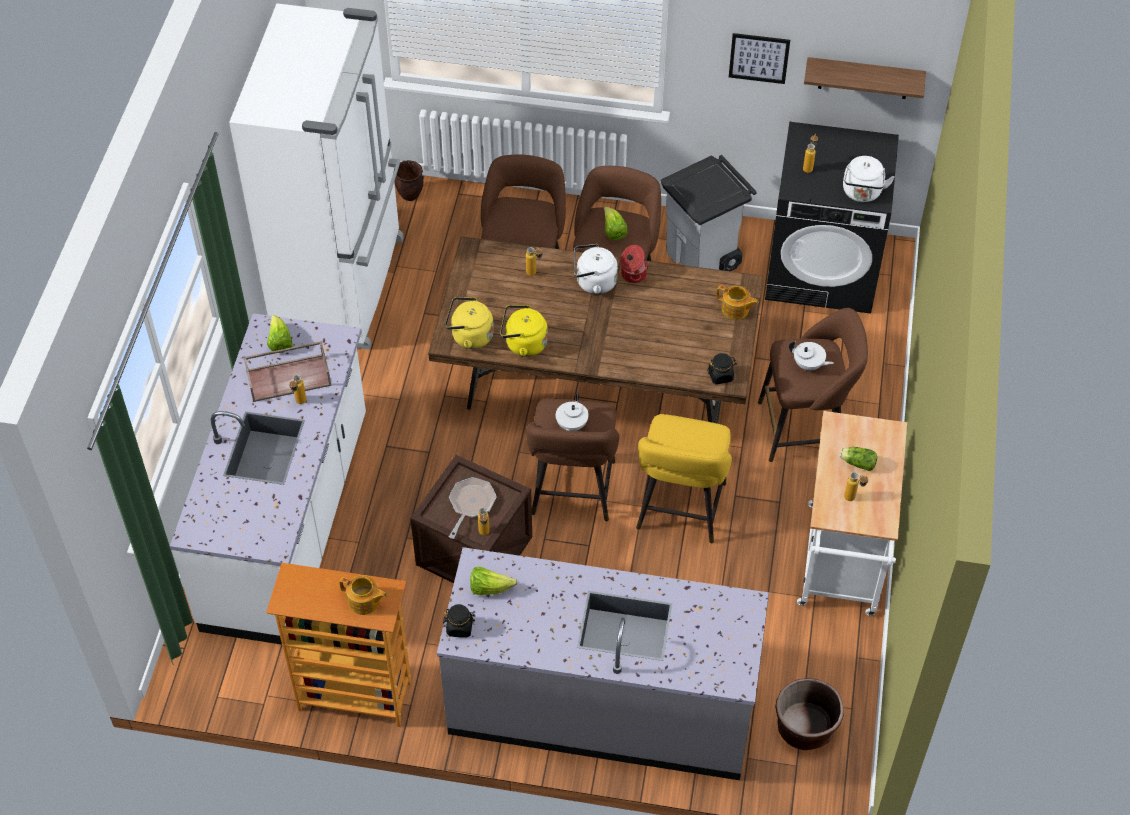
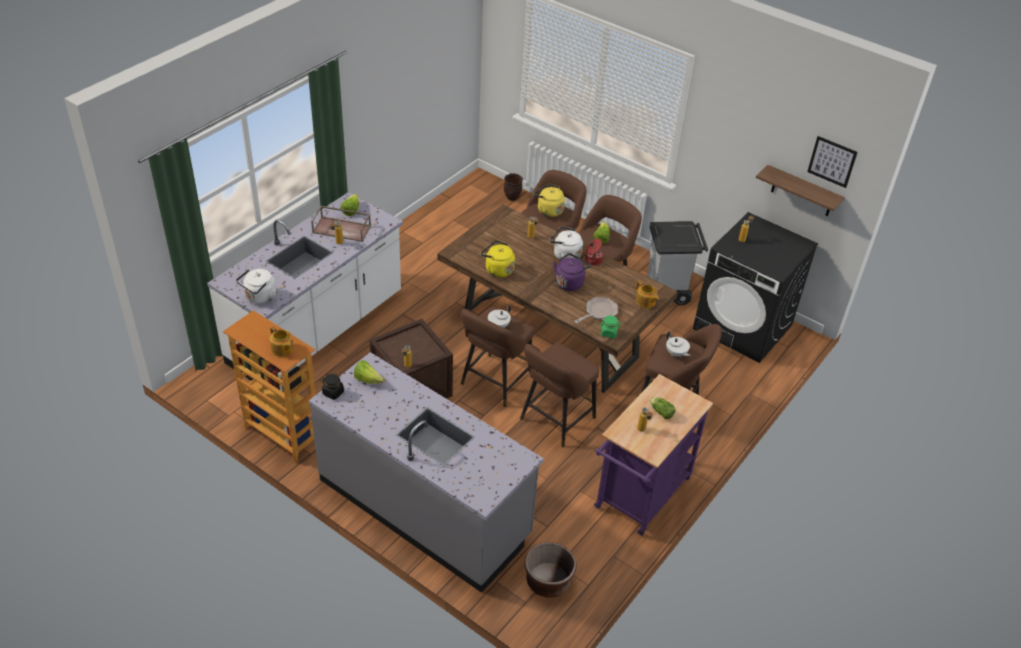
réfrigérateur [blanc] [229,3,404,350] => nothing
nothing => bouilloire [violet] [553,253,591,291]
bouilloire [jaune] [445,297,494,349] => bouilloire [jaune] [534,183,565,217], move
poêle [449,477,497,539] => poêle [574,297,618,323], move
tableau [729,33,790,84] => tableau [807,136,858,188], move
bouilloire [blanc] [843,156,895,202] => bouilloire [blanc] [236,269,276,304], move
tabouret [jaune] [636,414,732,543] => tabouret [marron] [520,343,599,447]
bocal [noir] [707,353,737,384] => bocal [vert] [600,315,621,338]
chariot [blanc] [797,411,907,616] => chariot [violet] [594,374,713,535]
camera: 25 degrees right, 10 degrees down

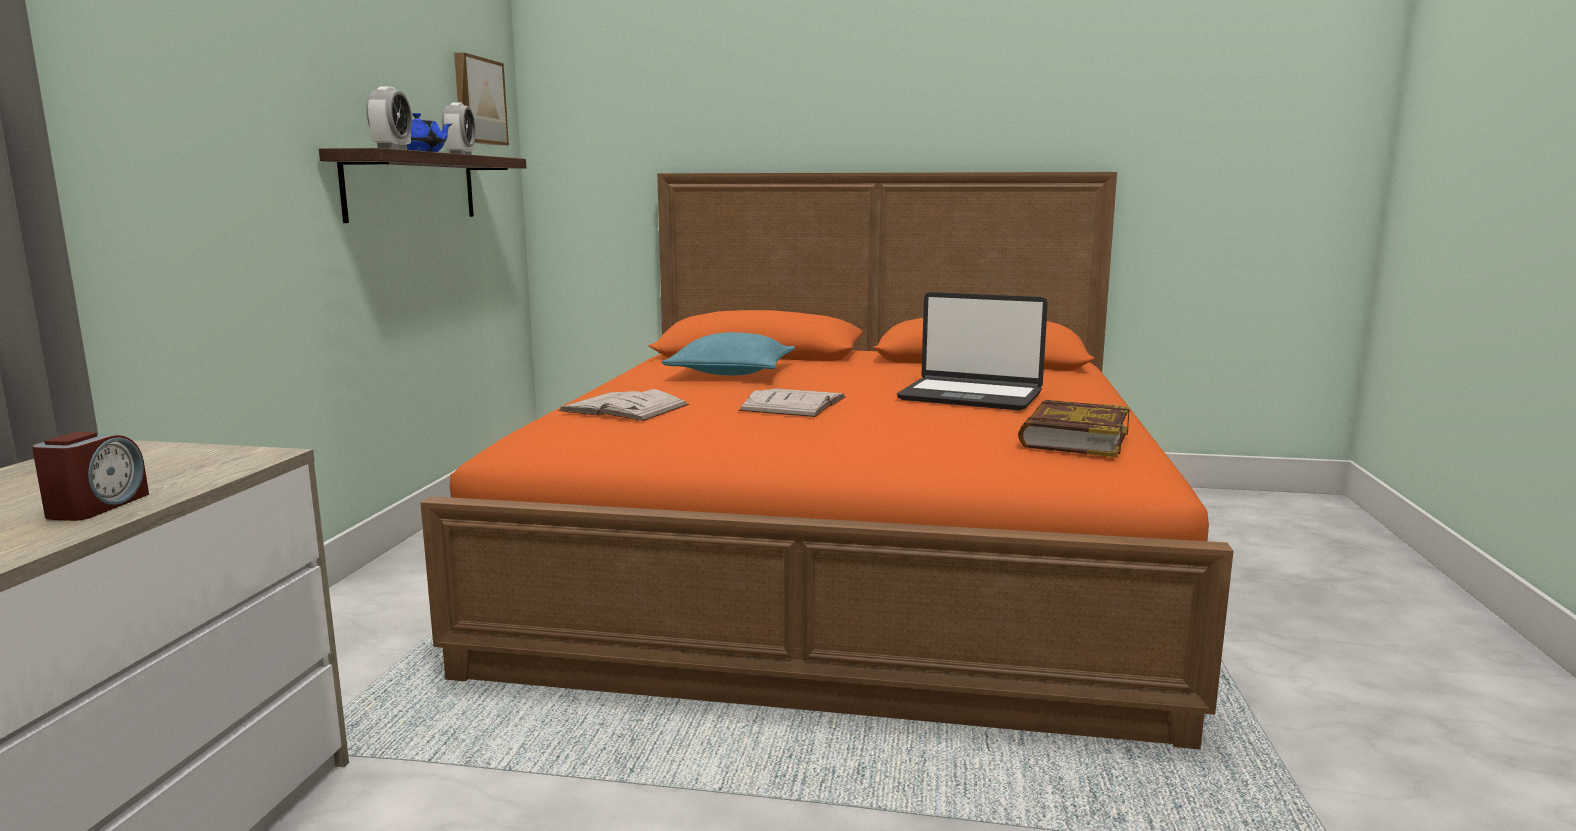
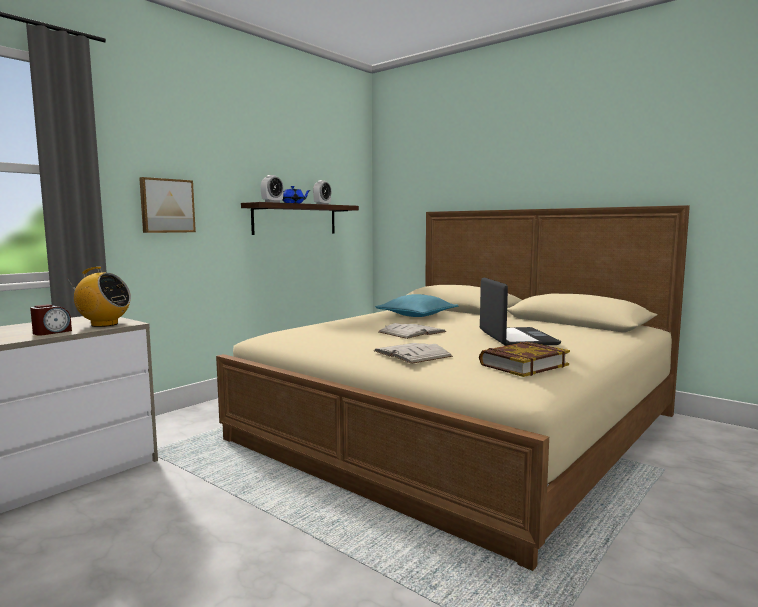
nothing => radio [67,267,131,327]
tableau [454,52,509,146] => tableau [139,177,196,233], move
livre [blanc] [558,389,689,421] => livre [blanc] [374,343,453,364], move
lit [orange] [420,172,1234,749] => lit [beige] [216,205,690,571]
ordinateur portable [897,292,1048,411] => ordinateur portable [480,277,561,346], 150 degrees counterclockwise
camera: 30 degrees right, 5 degrees down

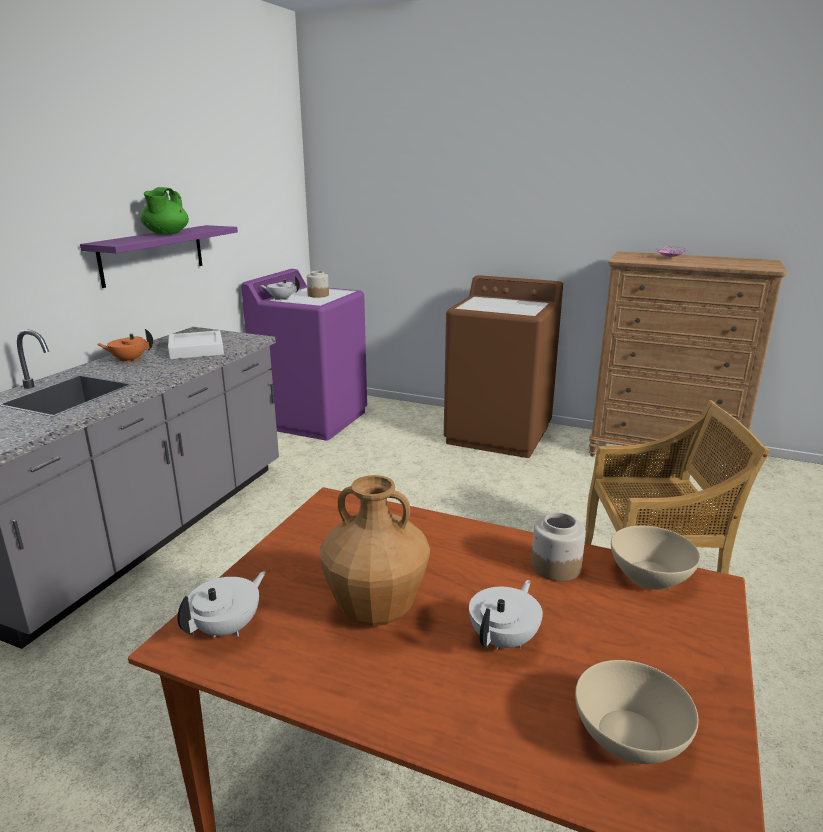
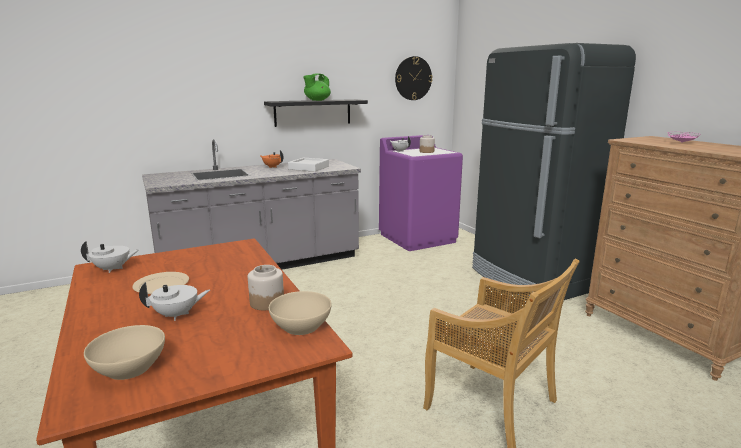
nothing => horloge murale [395,56,432,100]
vase [marron] [320,475,430,626] => assiette [beige] [132,272,189,294]
lave-linge [marron] [444,275,563,458] => réfrigérateur [noir] [472,43,636,300]
étagère [violet] [80,225,238,288] => étagère [noir] [264,99,368,127]
camera: 40 degrees right, 5 degrees down

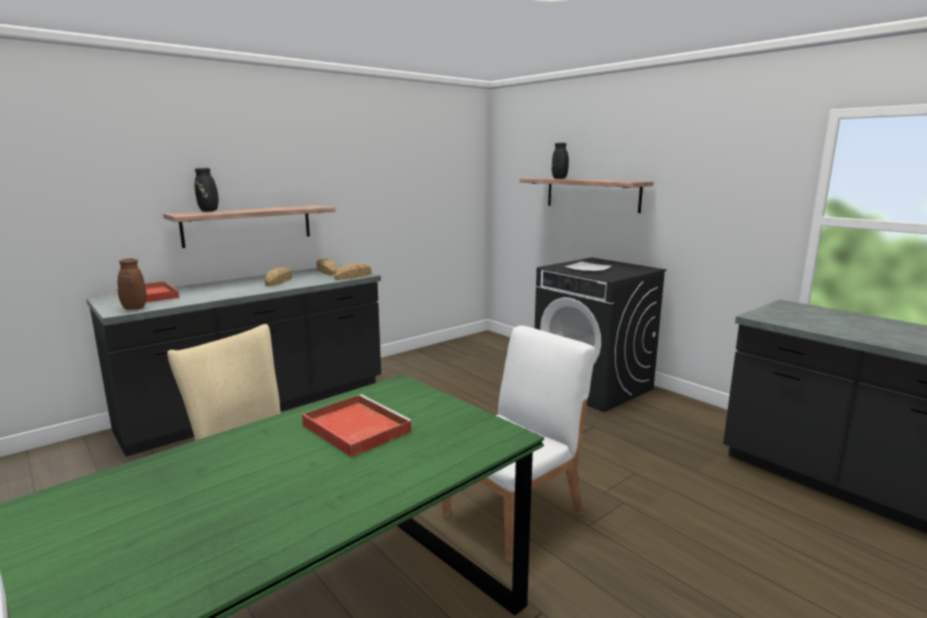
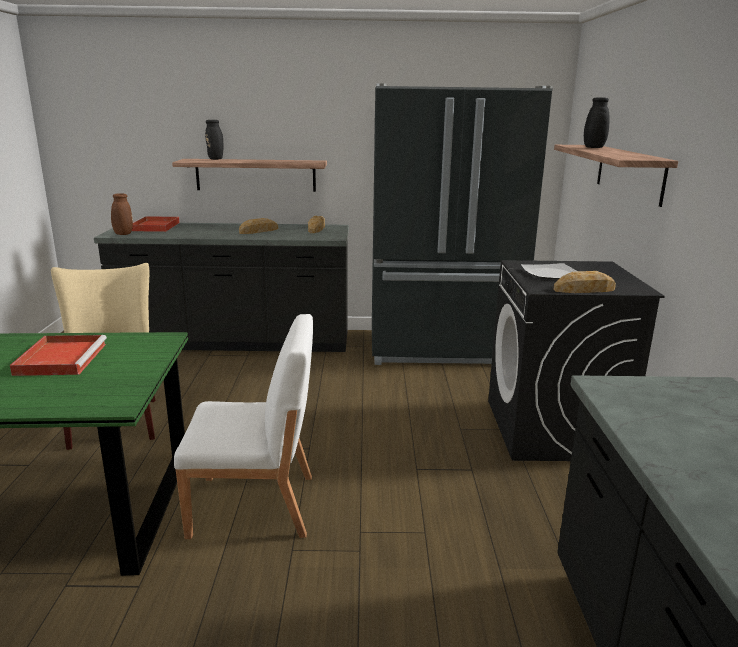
nothing => réfrigérateur [noir] [372,83,553,365]
pain [334,263,371,280] => pain [553,271,616,293], move
camera: 40 degrees right, 5 degrees up

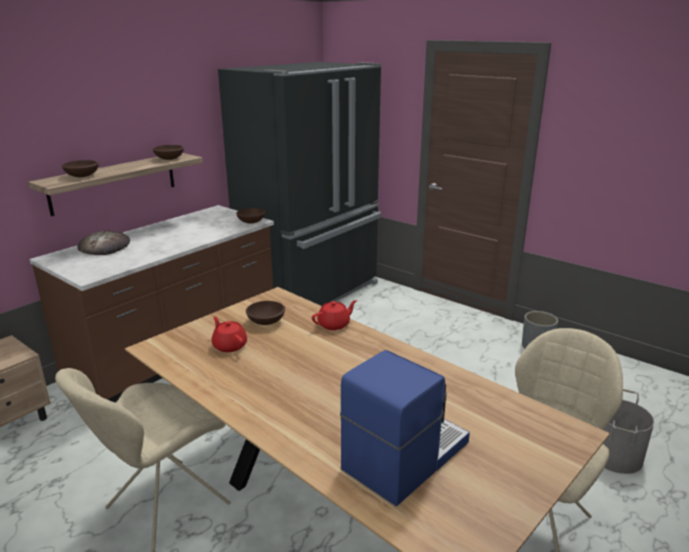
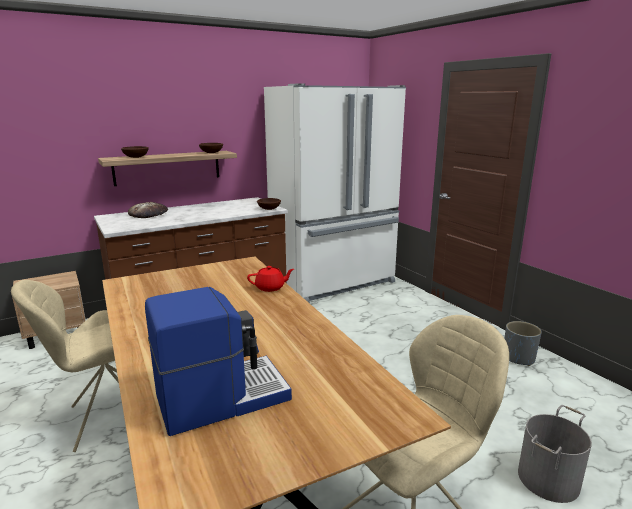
théière [rouge] [212,316,247,352] => nothing
bol [marron] [246,301,285,325] => nothing
réfrigérateur [noir] [218,62,382,306] => réfrigérateur [blanc] [264,83,406,303]
camera: 20 degrees right, 5 degrees down

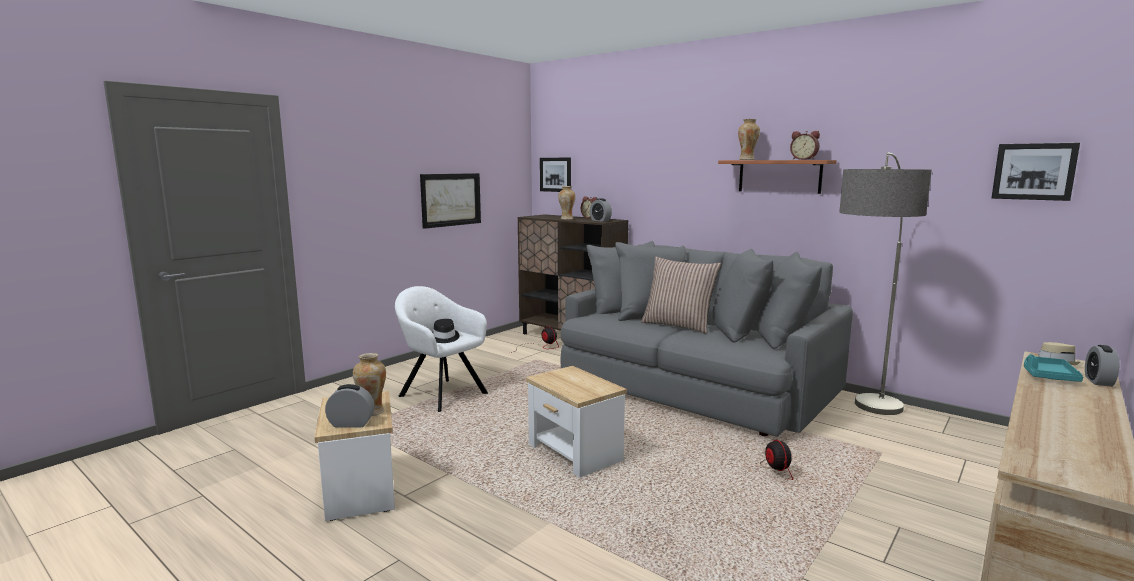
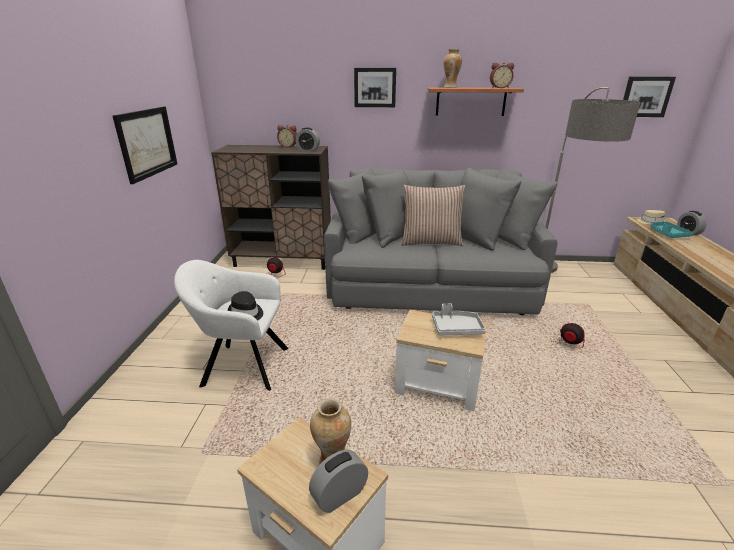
vase [558,186,576,220] => nothing
nothing => plateau [gris] [432,303,486,335]
tableau [540,158,571,192] => tableau [354,68,396,107], move
camera: 35 degrees left, 15 degrees up

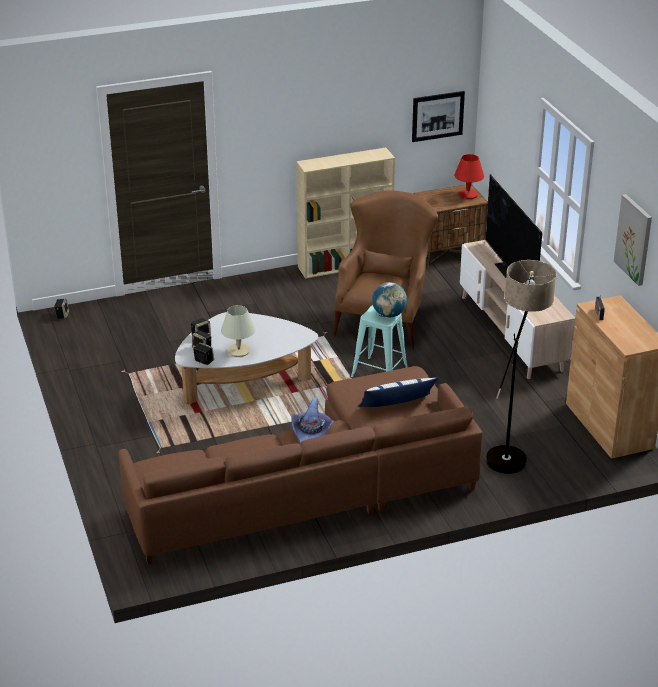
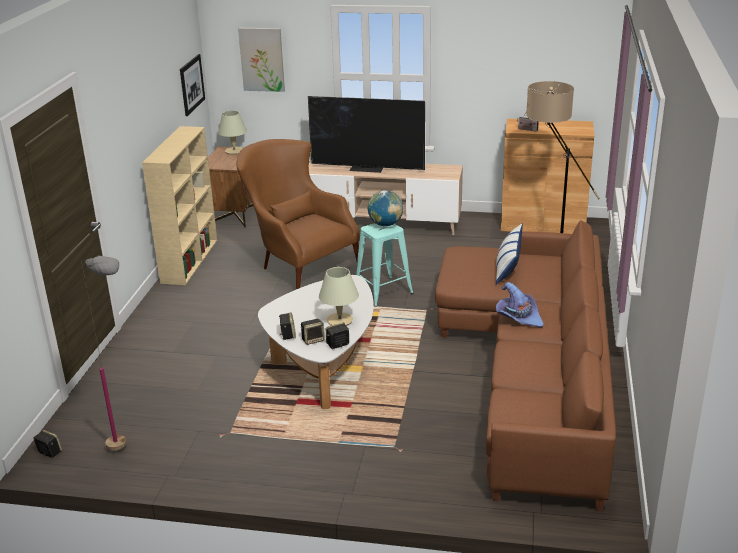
nothing => lampadaire [gris] [81,256,126,450]
tableau [614,194,652,286] => tableau [238,28,285,92], move
lampe de table [rouge] [454,154,484,199] => lampe de table [beige] [218,111,247,155]
camera: 60 degrees left, 5 degrees down

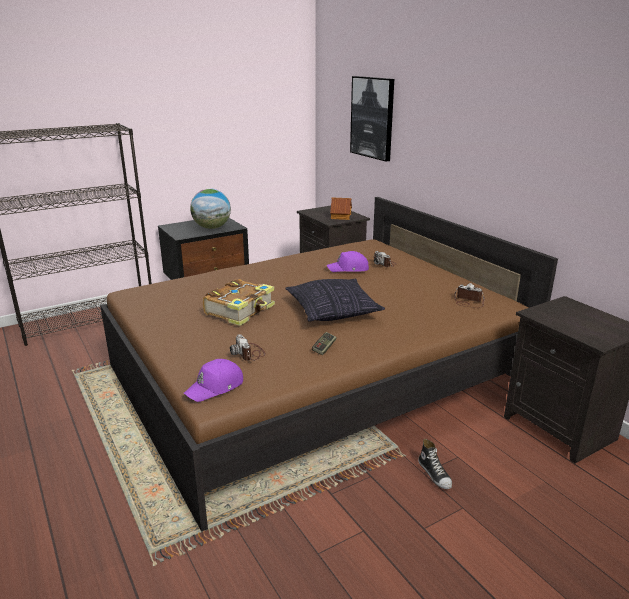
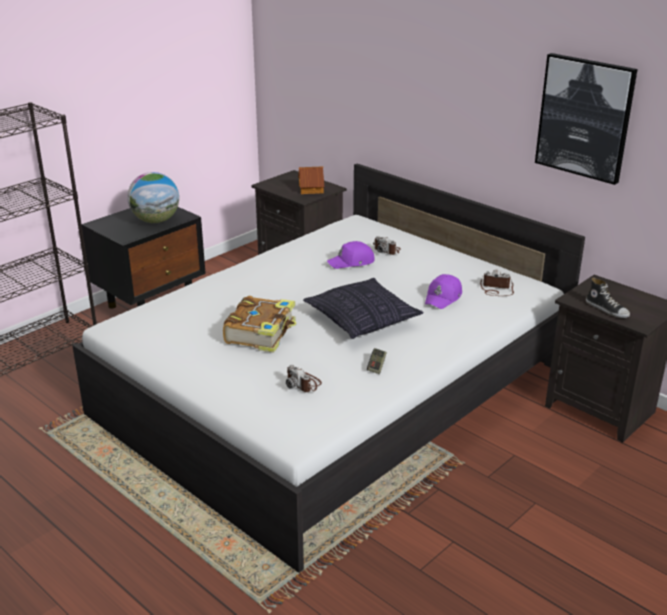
casquette [violet] [184,359,243,402] => casquette [violet] [425,274,462,309], move
tableau [350,76,394,162] => tableau [535,53,638,185], move
chaussure [418,439,452,489] => chaussure [586,278,630,318], move
lit [marron] [100,197,558,532] => lit [blanc] [72,164,585,574]
camera: 15 degrees left, 5 degrees up

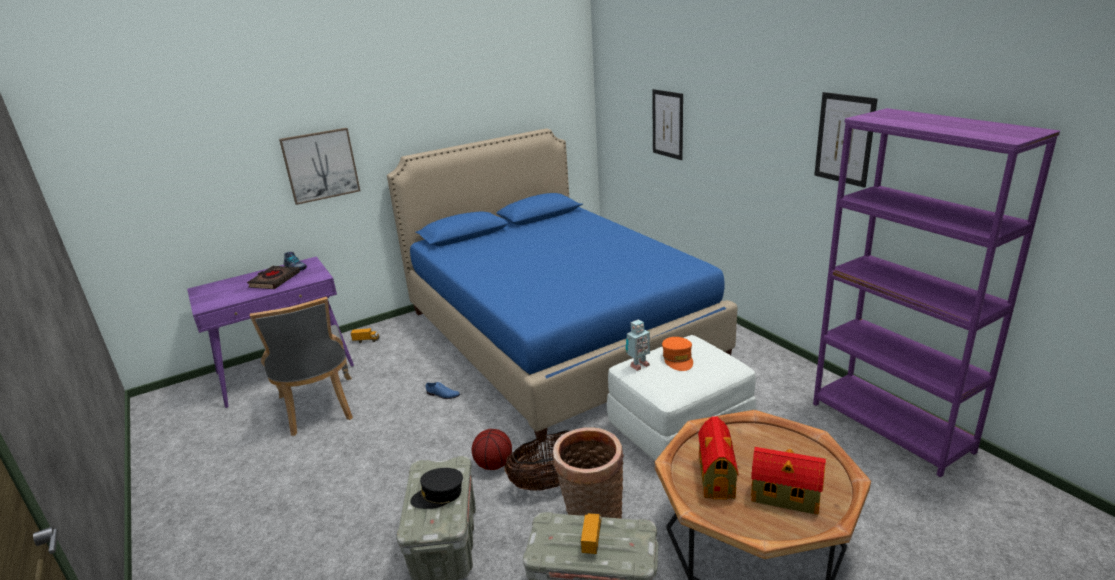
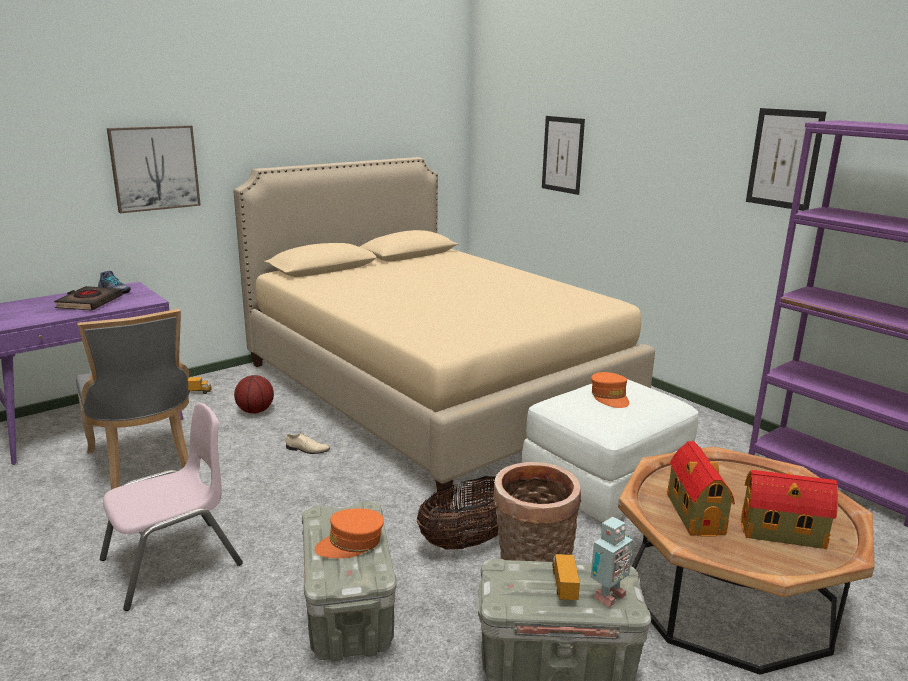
nothing => chaise [rose] [100,403,243,611]
ballon de basket [472,429,512,470] => ballon de basket [234,375,274,414], move
robot jouet [625,320,650,371] => robot jouet [591,517,633,607], move
lit [bleu] [387,129,738,442] => lit [beige] [233,157,655,497]
casquette [noir] [410,468,463,509] => casquette [orange] [315,508,384,558]
chaussure [bleu] [426,382,460,399] => chaussure [beige] [285,433,330,454]
camera: 10 degrees left, 5 degrees down

